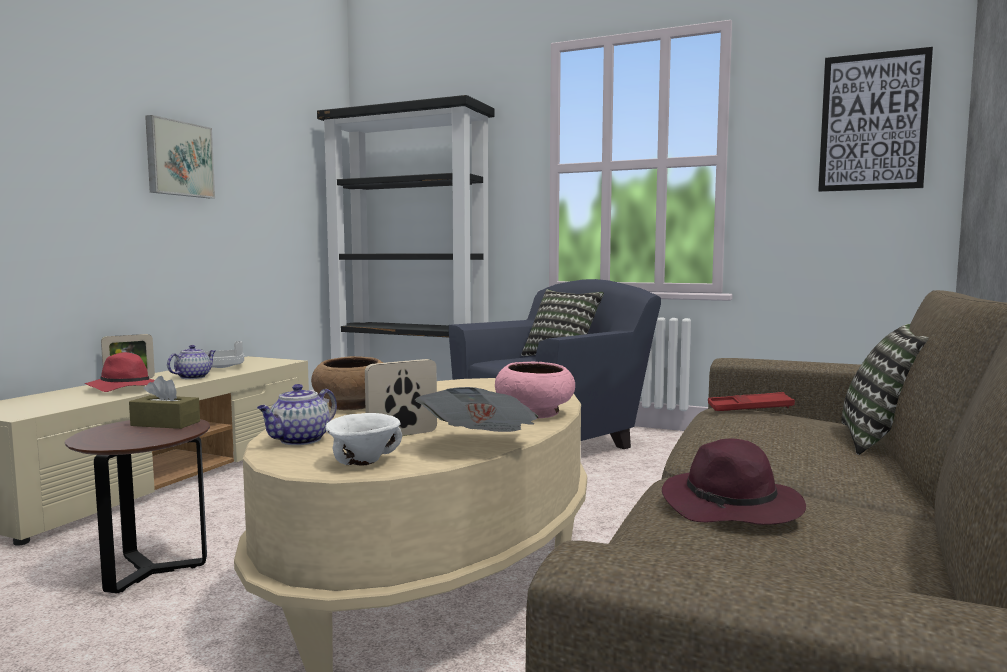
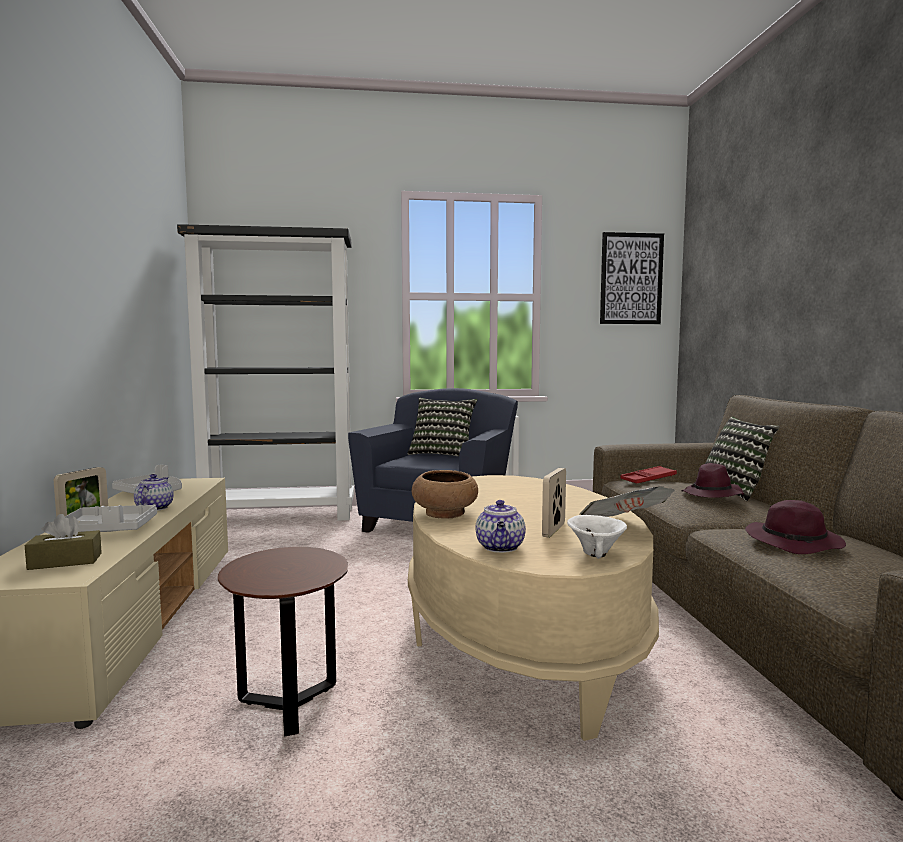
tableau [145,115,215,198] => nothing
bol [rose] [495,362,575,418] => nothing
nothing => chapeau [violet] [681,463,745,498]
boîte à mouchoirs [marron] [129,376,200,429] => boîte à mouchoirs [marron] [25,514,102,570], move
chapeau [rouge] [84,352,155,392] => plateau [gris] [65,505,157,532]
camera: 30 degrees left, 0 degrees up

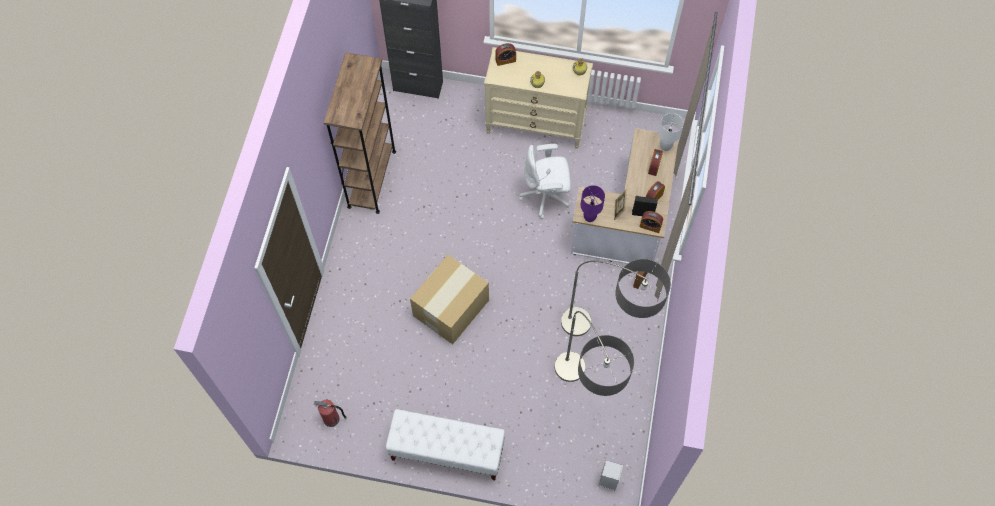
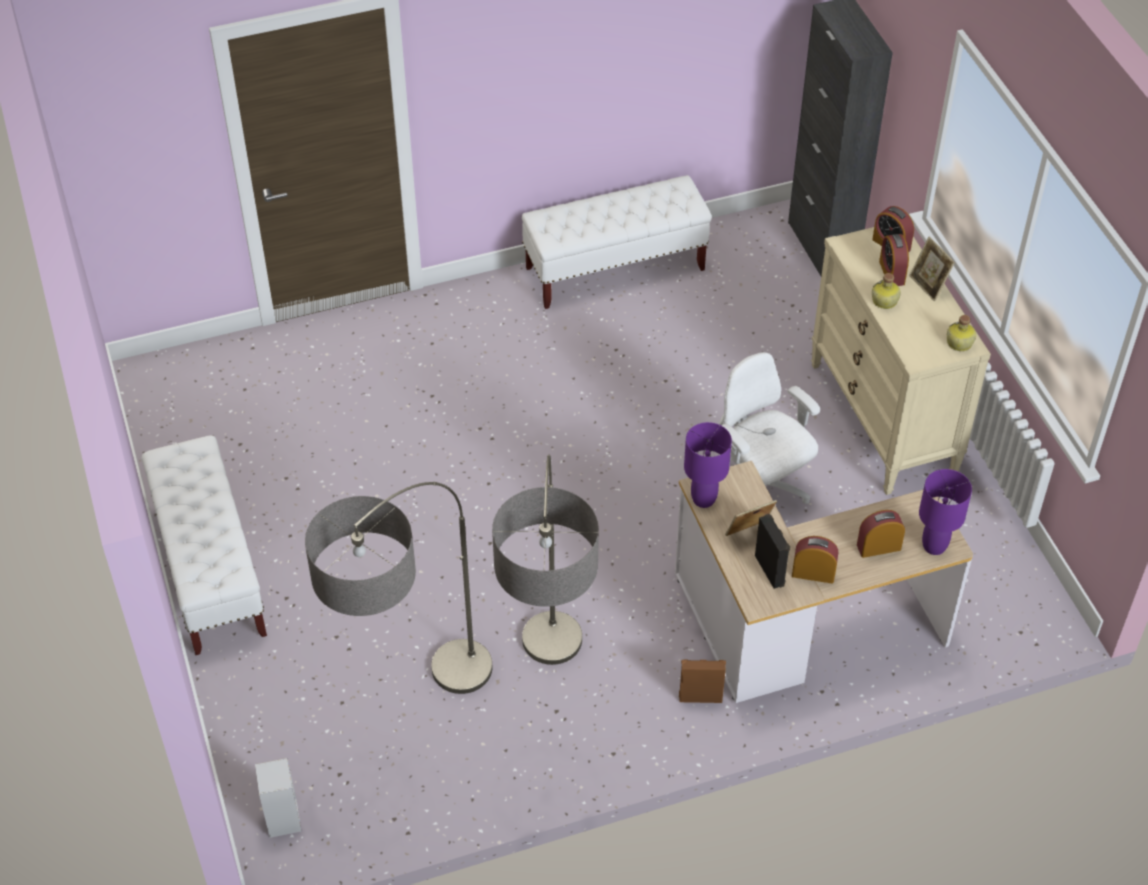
extincteur [314,400,347,427] => nothing
carton [410,255,489,344] => nothing
nothing => cadre photo [909,236,955,302]
réveil [640,211,663,233] => réveil [879,234,909,286], move
bibliothèque [marron] [324,52,396,214] => banc [blanc] [522,175,712,309]
lampe de table [blanc] [658,113,683,151] => lampe de table [violet] [919,469,972,555]
camera: 60 degrees right, 15 degrees down

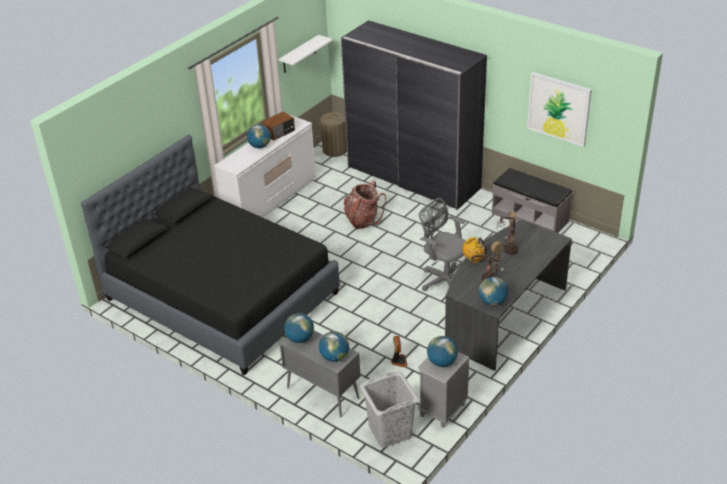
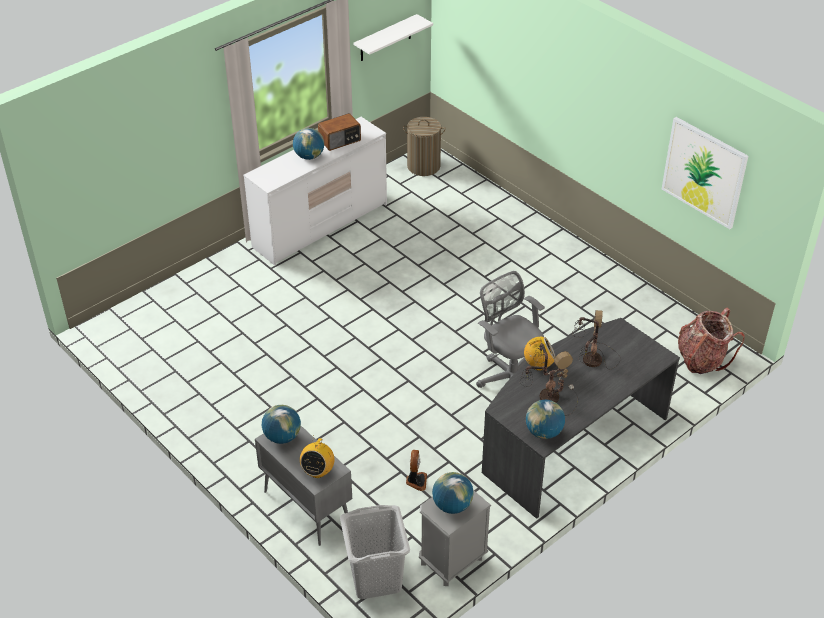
lit [noir] [81,135,340,375] => nothing
armoire [gris] [341,20,487,210] => nothing
banc [gris] [492,168,572,233] => nothing
sac à dos [344,181,386,229] => sac à dos [678,308,745,374], move
globe [319,331,349,362] => radio [300,436,335,478]
camera: 10 degrees right, 5 degrees up

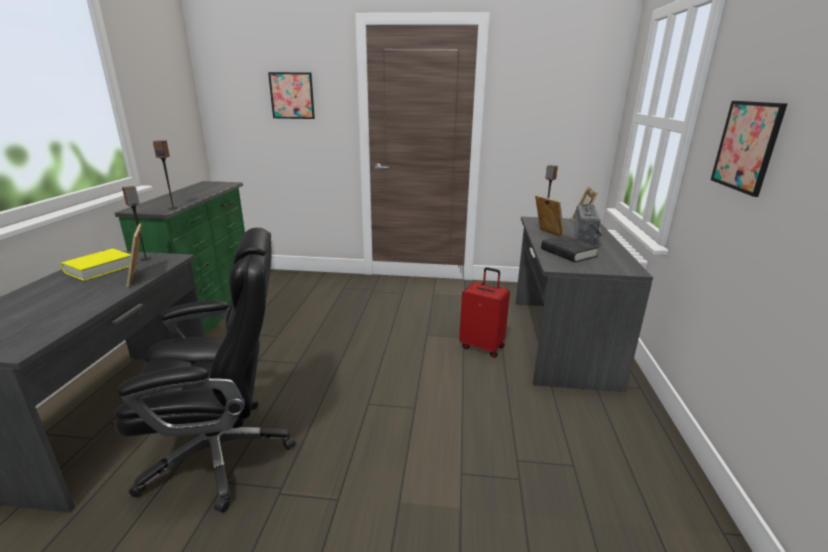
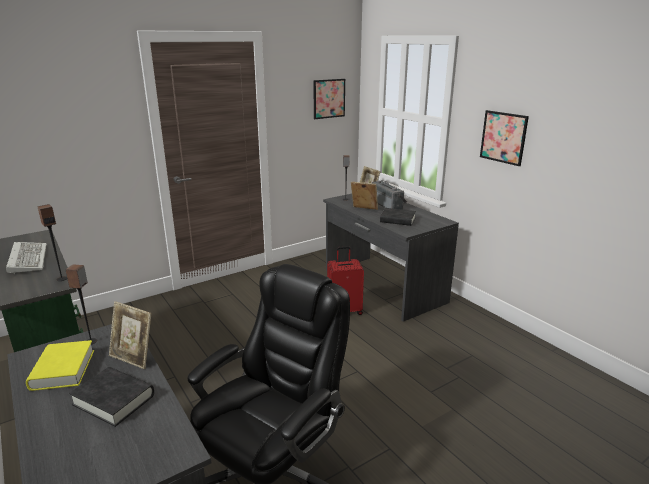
nothing => clavier [6,242,47,274]
nothing => livre [noir] [69,367,154,427]
tableau [268,72,315,119] => tableau [313,79,345,119], move
camera: 40 degrees left, 0 degrees up

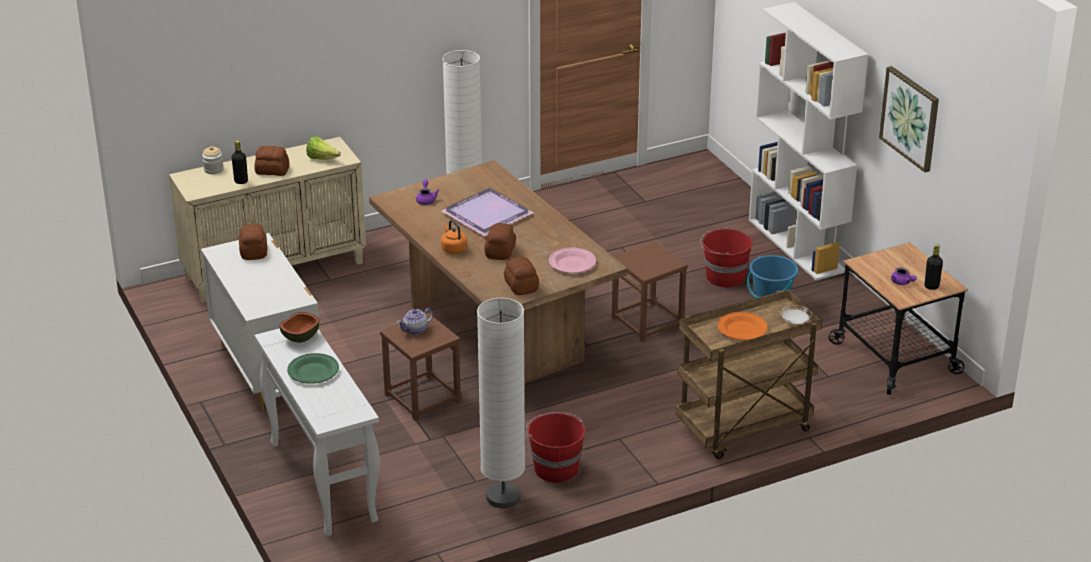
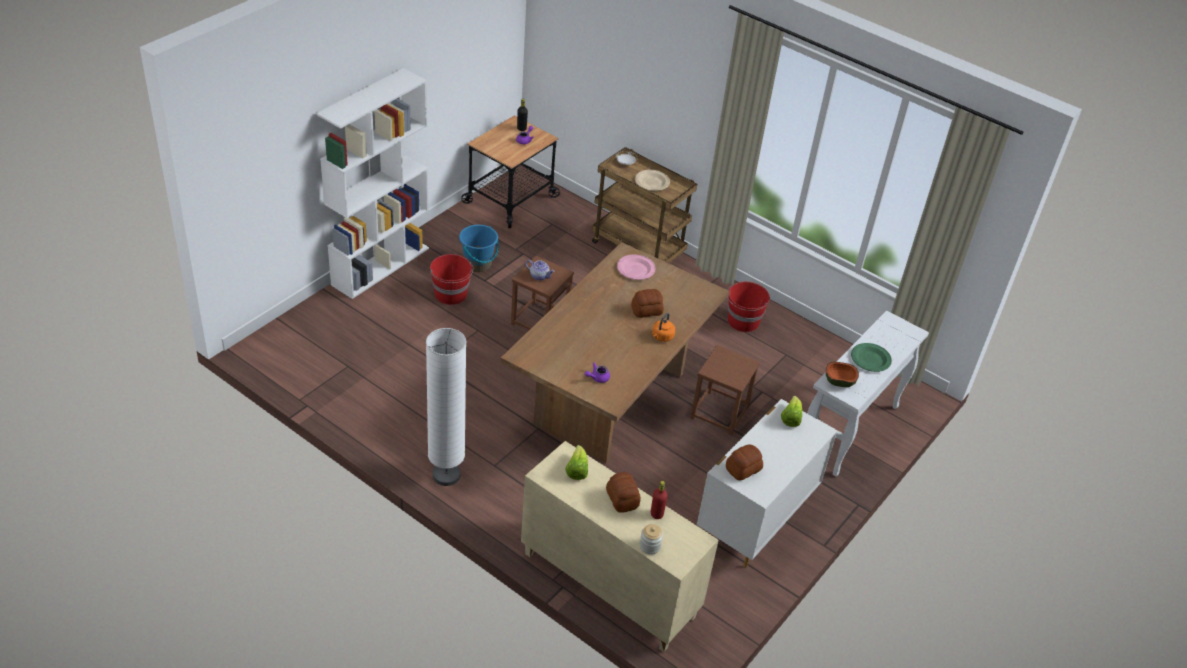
plateau [violet] [441,188,533,236] => nothing
lampadaire [blanc] [477,298,525,508] => nothing
pain [504,257,539,295] => nothing
tableau [879,66,939,172] => nothing
nothing => laitue [781,396,802,427]
théière [397,308,433,335] => théière [526,260,555,281], move
bouteille [noir] [232,140,248,184] => bouteille [rouge] [651,481,668,519]
assiette [orange] [718,312,767,340] => assiette [beige] [635,170,670,191]
camera: 120 degrees left, 10 degrees up

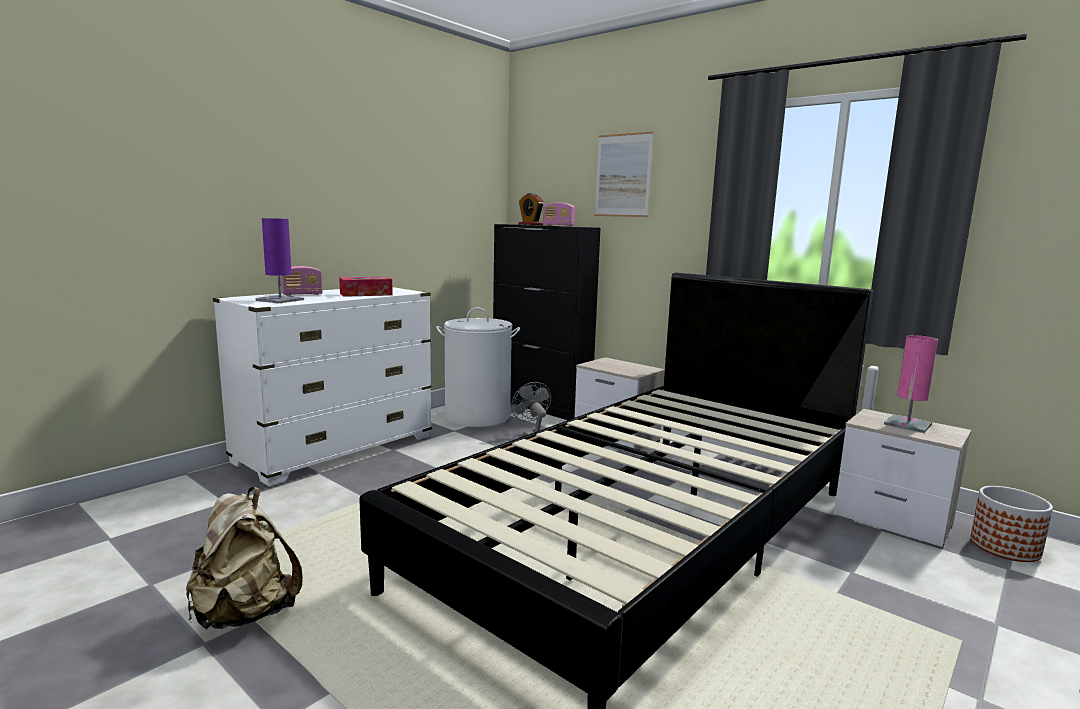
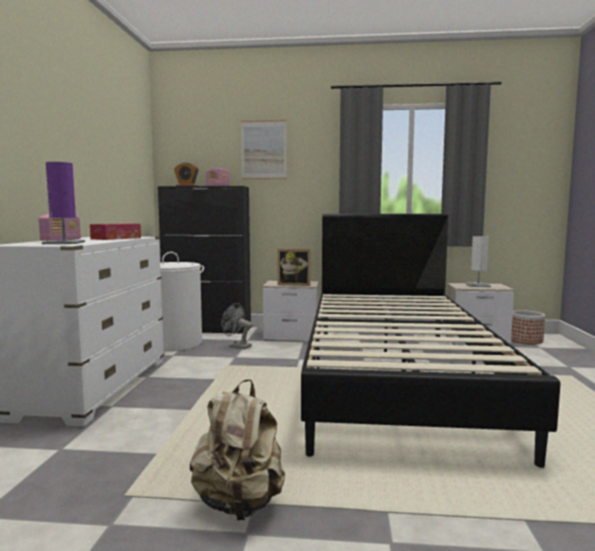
nothing => cadre photo [277,249,311,286]
lampe de table [rose] [884,335,938,433] => lampe de table [blanc] [466,236,491,287]
camera: 35 degrees left, 5 degrees down

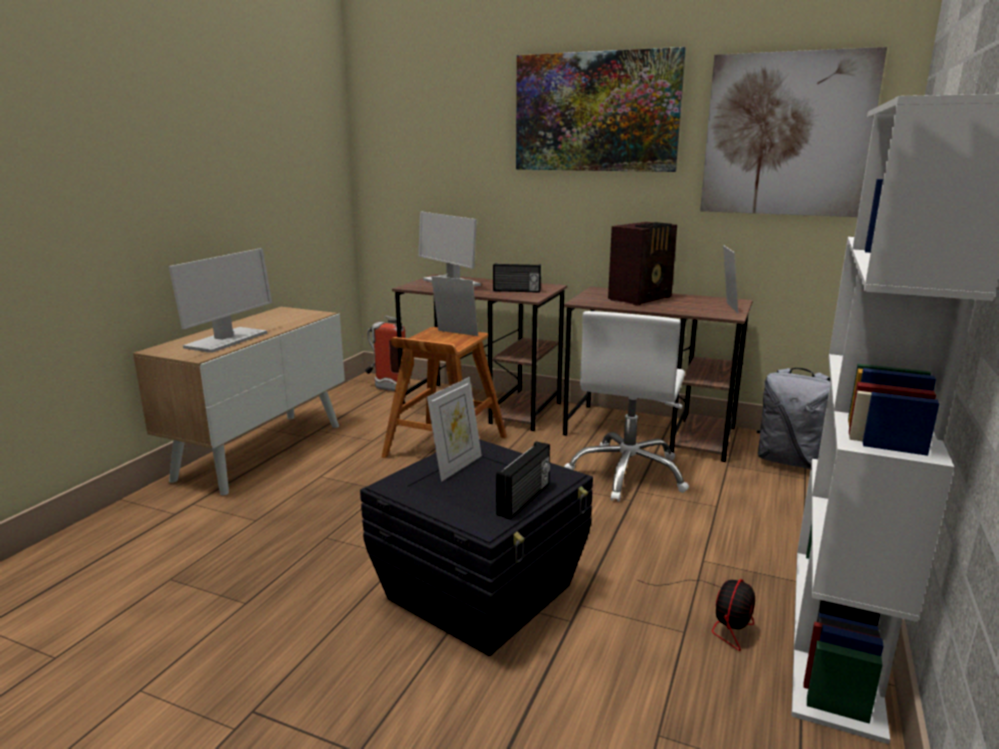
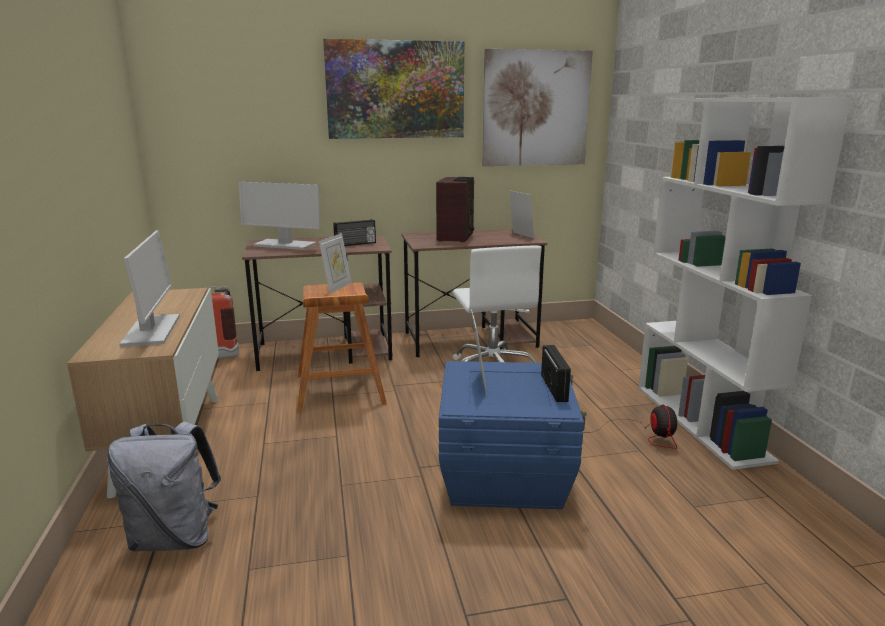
sac à dos [gris] [757,368,831,469] => sac à dos [gris] [107,421,221,552], move
boîte de rangement [noir] [360,439,593,656] => boîte de rangement [bleu] [439,361,587,509]
cadre photo [431,276,478,336] => cadre photo [319,233,352,294], 120 degrees clockwise
camera: 35 degrees left, 0 degrees up

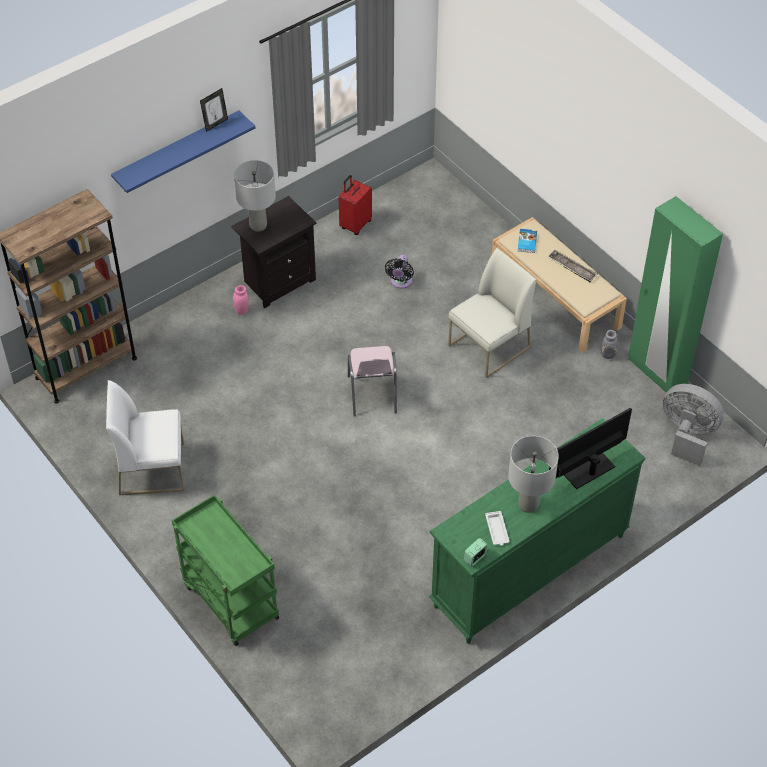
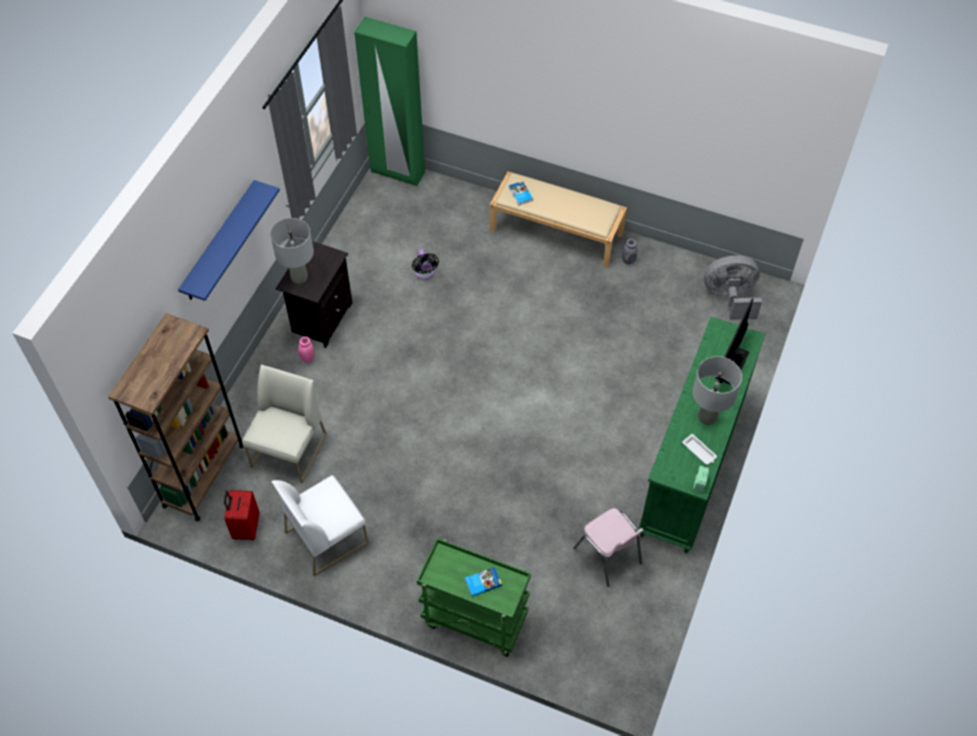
cadre photo [200,88,228,132] => nothing
plateau [548,250,598,283] => nothing
nothing => livre [465,567,502,597]
valise [rouge] [339,175,372,235] => valise [rouge] [224,490,259,540], move
chaise [rose] [348,346,397,417] => chaise [rose] [574,508,644,587], move
chaise [blanc] [448,248,536,378] => chaise [blanc] [242,364,327,483], move
armoire [vert] [628,196,723,396] => armoire [vert] [354,17,425,186], move
camera: 30 degrees left, 5 degrees up

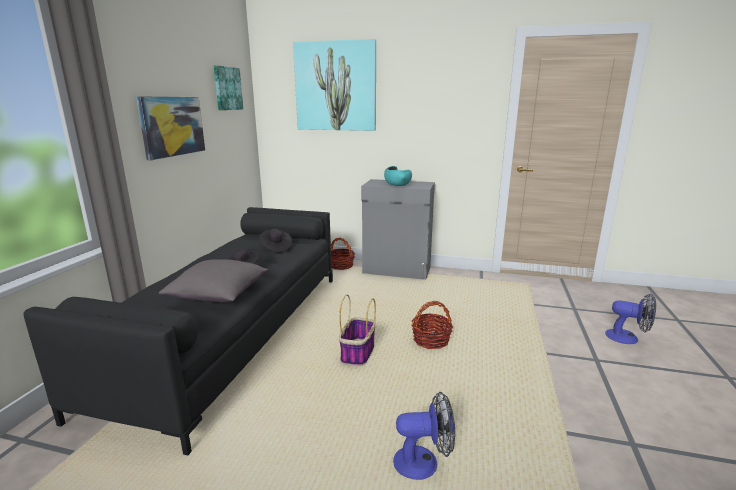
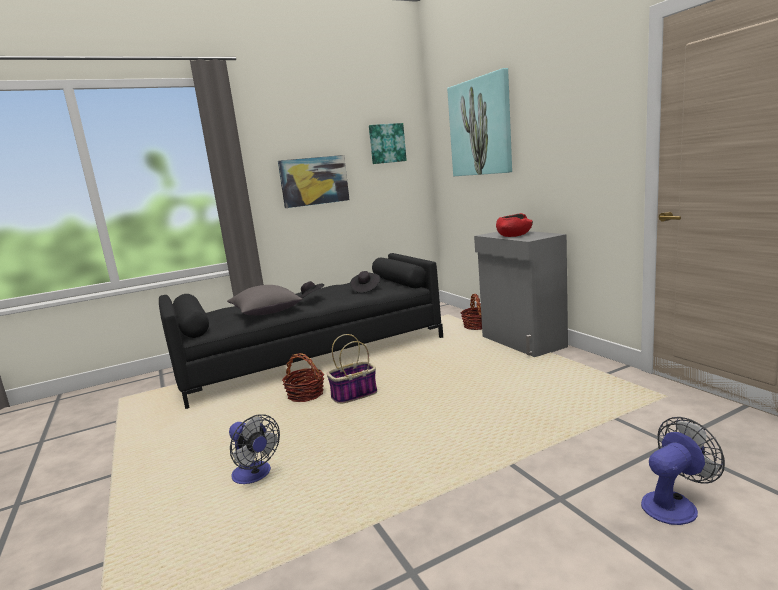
panier [412,301,453,349] => panier [282,353,324,402], move
bol [turquoise] [384,166,412,186] => bol [rouge] [496,213,533,237]
ventilateur [605,294,656,344] => ventilateur [641,417,725,525], 105 degrees counterclockwise
camera: 50 degrees right, 5 degrees down

